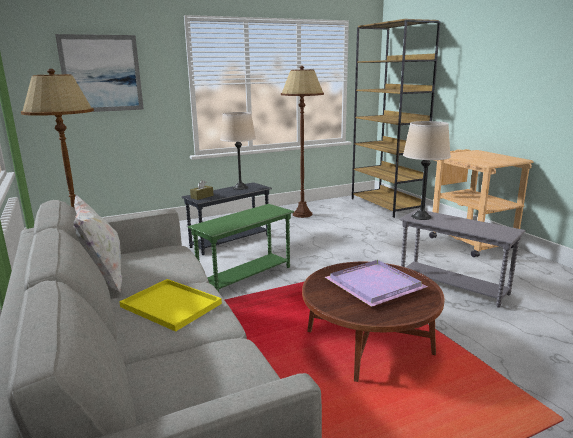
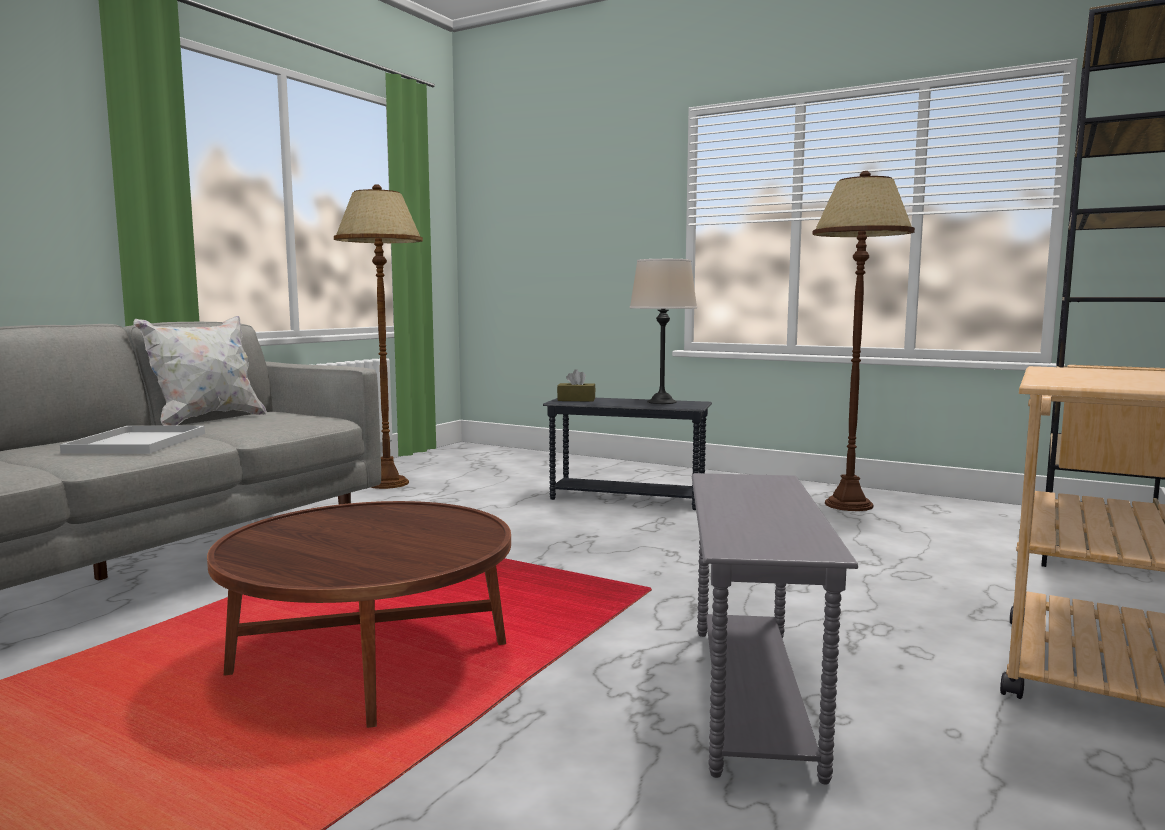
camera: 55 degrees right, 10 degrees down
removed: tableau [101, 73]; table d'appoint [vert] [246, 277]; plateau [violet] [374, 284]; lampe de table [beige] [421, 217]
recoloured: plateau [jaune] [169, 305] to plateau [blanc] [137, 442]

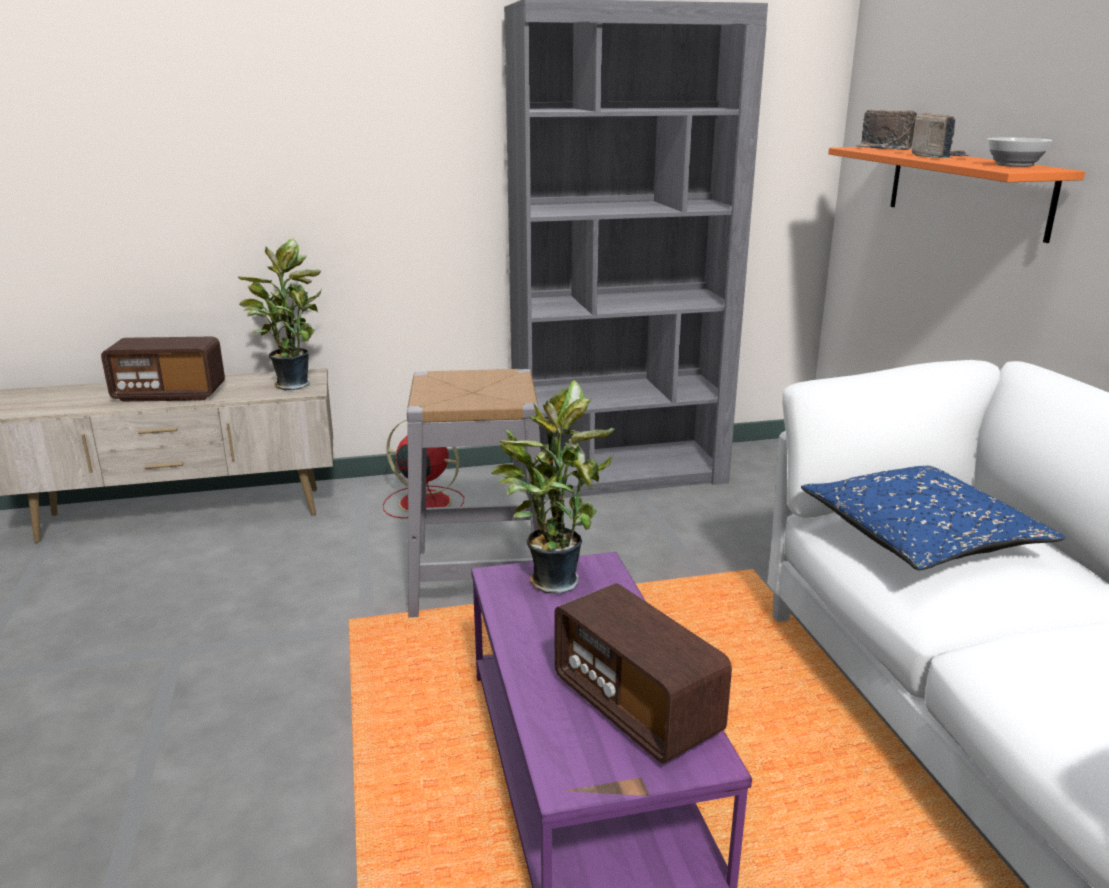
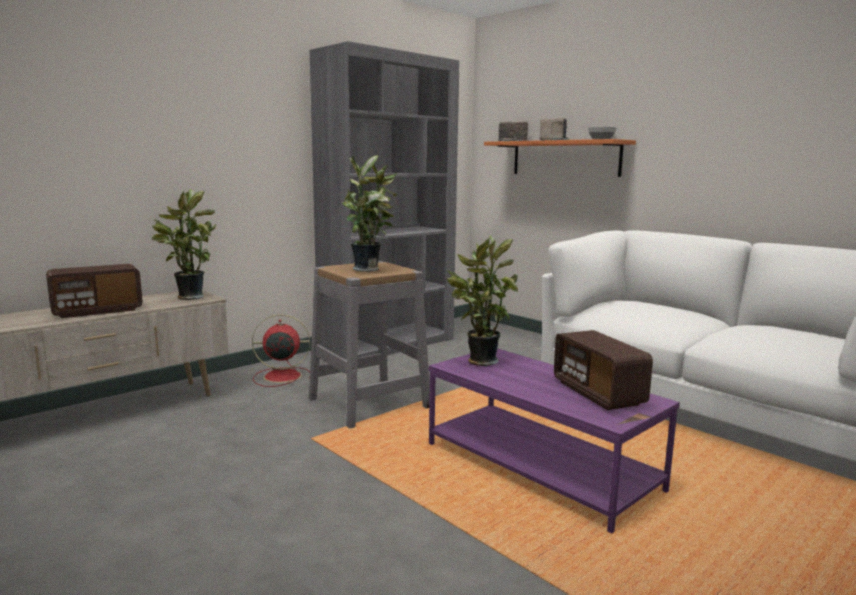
camera: 30 degrees left, 10 degrees down
removed: coussin [bleu] [920, 539]
added: plante en pot [369, 269]
turned: radio [636, 708] = [598, 393] 45 degrees clockwise

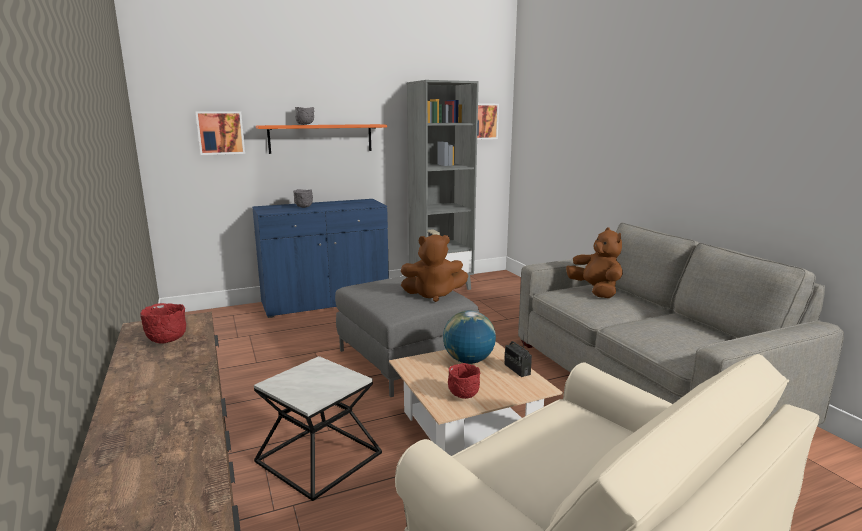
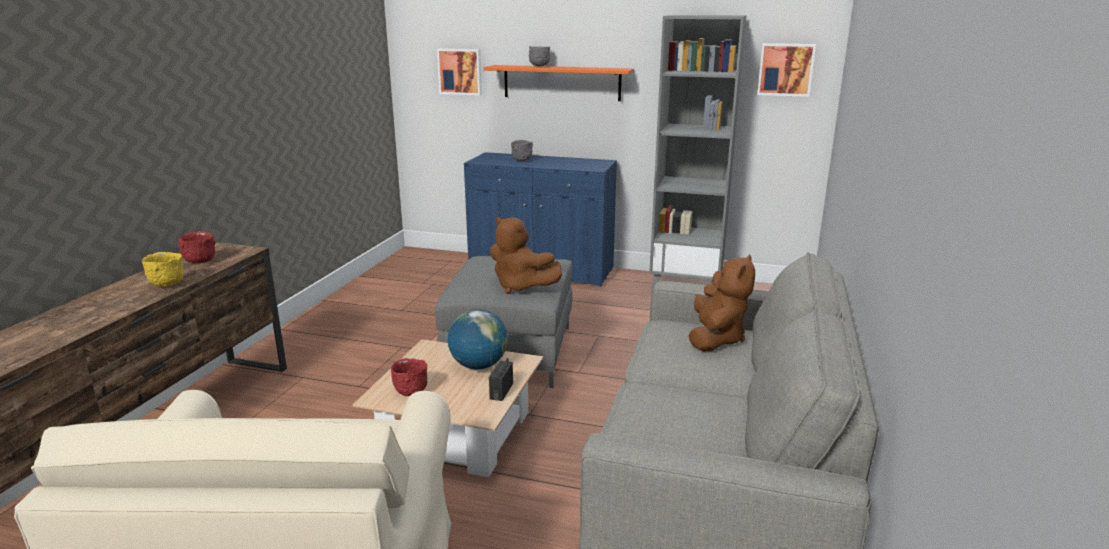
camera: 40 degrees right, 5 degrees up
removed: table d'appoint [319, 457]
added: bol [jaune] [167, 285]

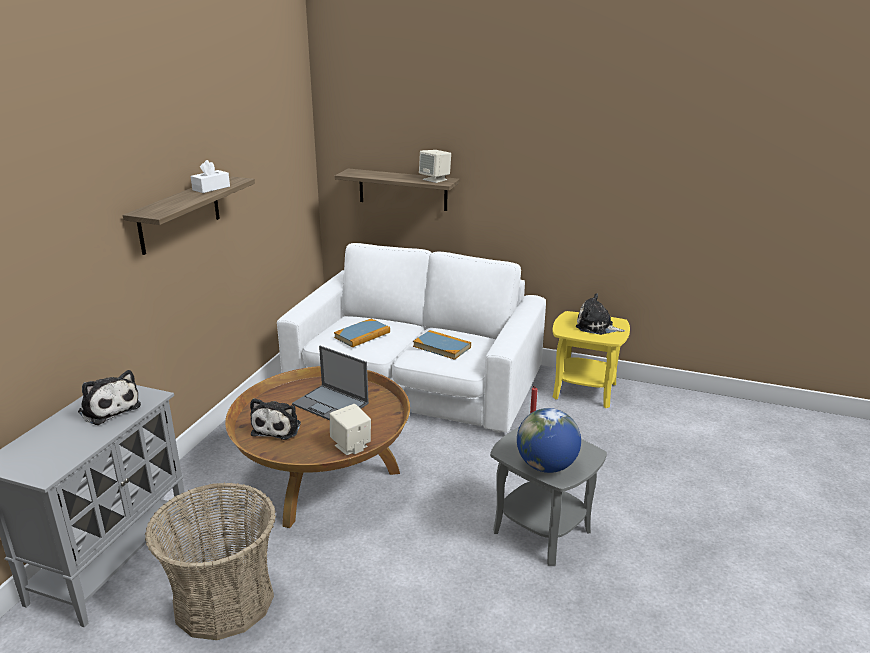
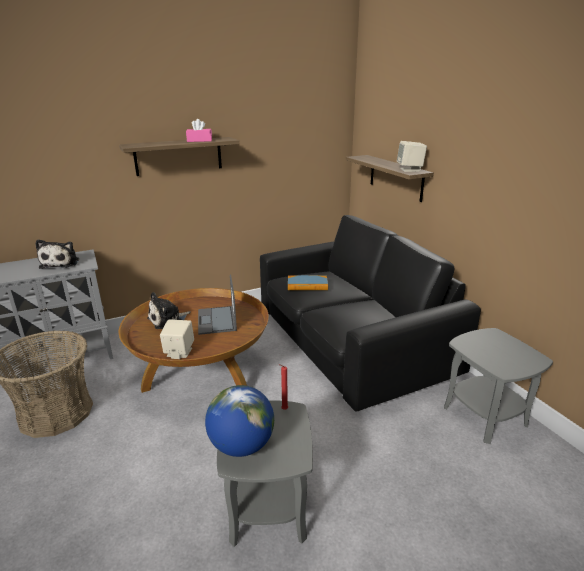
camera: 45 degrees right, 0 degrees up
removed: livre [442, 347]; peluche [596, 327]
recoloured: boîte à mouchoirs [blanc] [211, 188] to boîte à mouchoirs [rose] [199, 140]; canapé [blanc] [415, 381] to canapé [noir] [350, 340]; table d'appoint [jaune] [584, 390] to table d'appoint [gris] [485, 415]

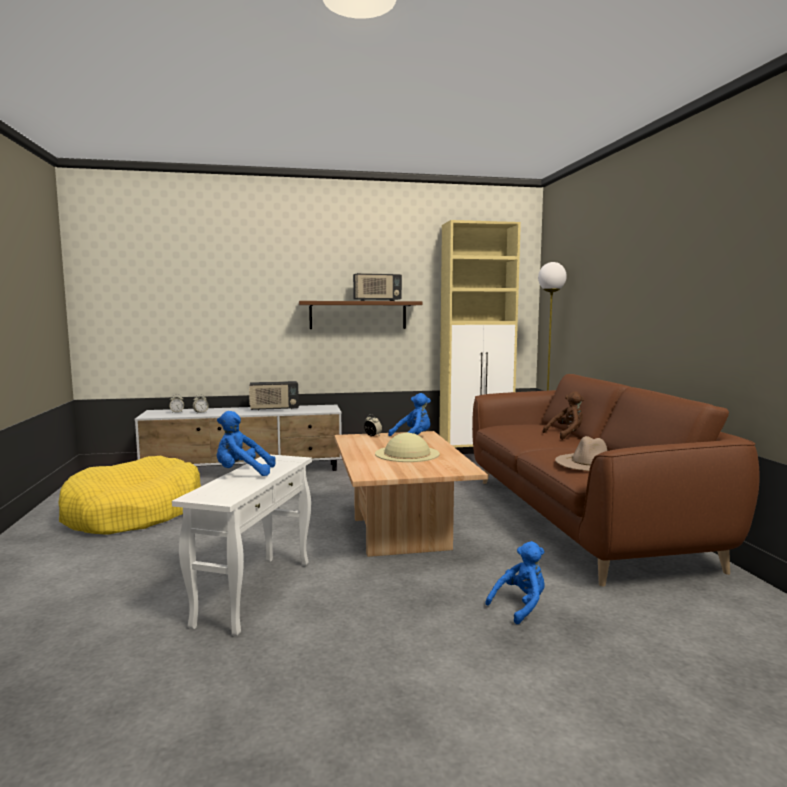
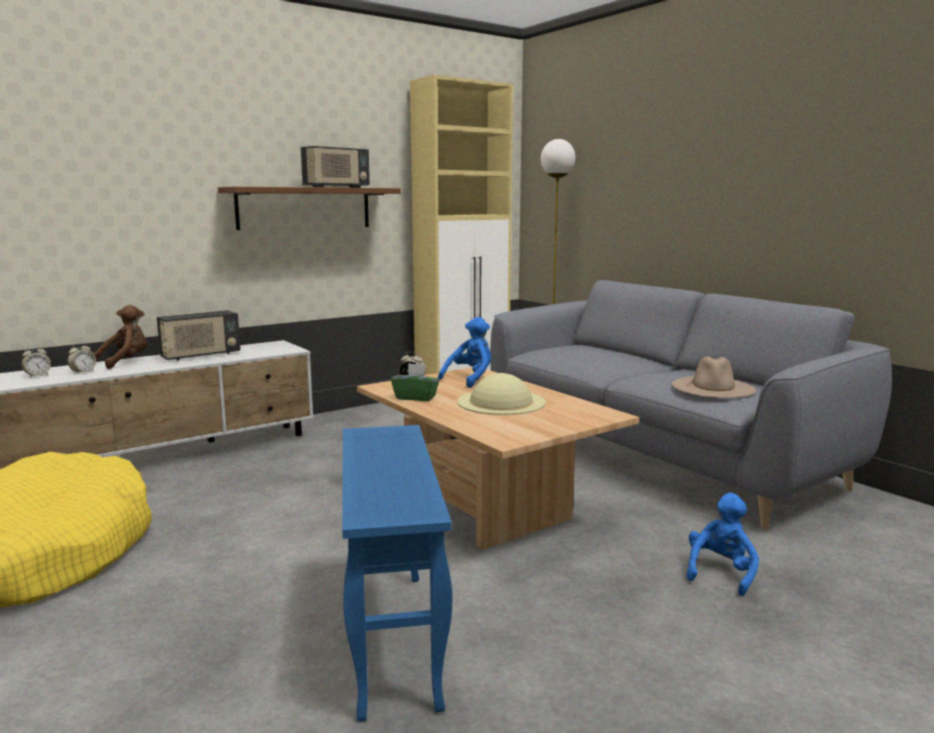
camera: 25 degrees left, 5 degrees up
removed: peluche [bleu] [242, 473]
added: boîte à mouchoirs [vert] [416, 397]
moved: peluche [marron] [567, 435] to [125, 362]
recoloured: table d'appoint [blanc] [254, 593] to table d'appoint [bleu] [392, 639]; canapé [marron] [579, 519] to canapé [gris] [658, 454]

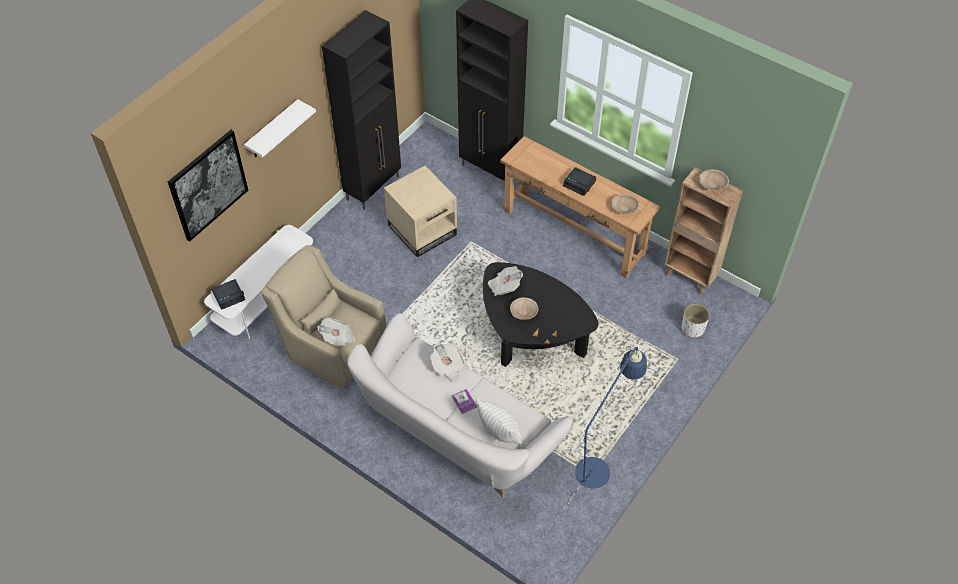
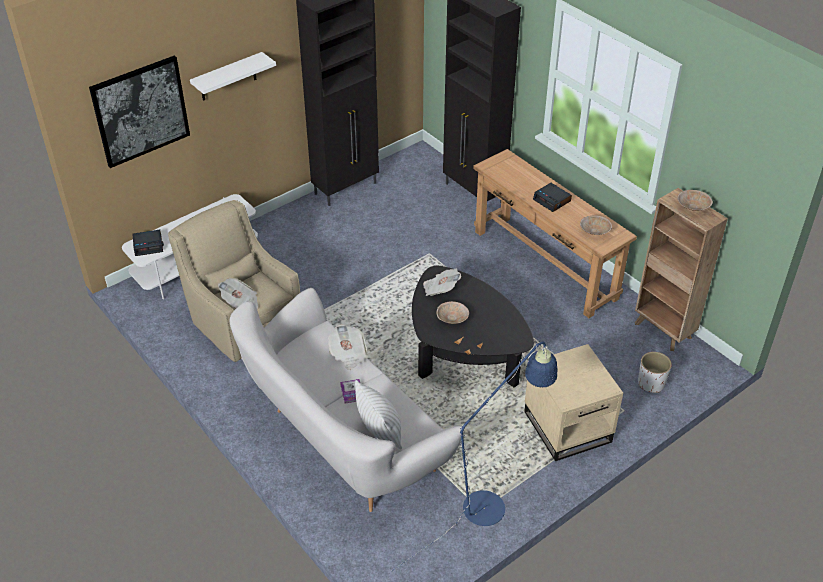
camera: 15 degrees right, 10 degrees down
moved: table d'appoint [beige] [422, 229] to [568, 426]

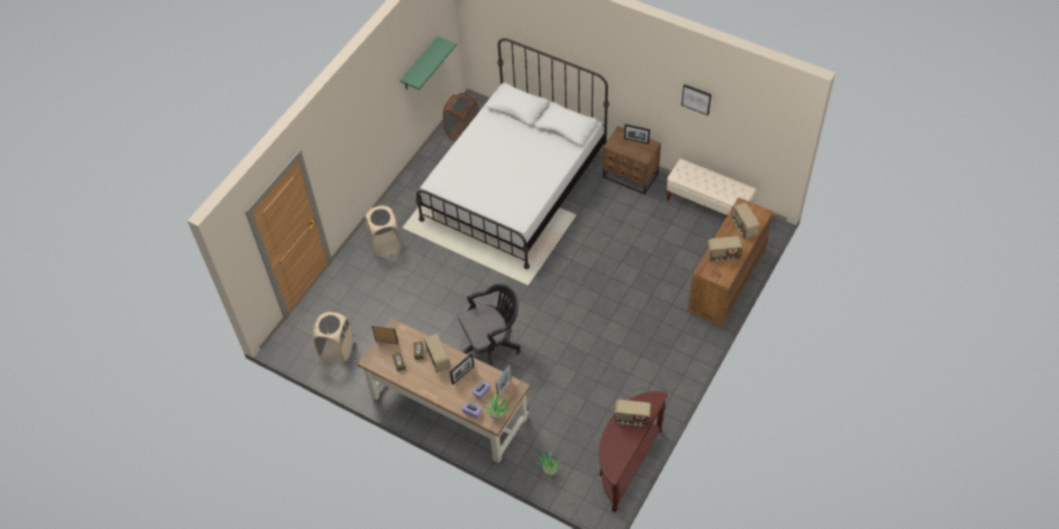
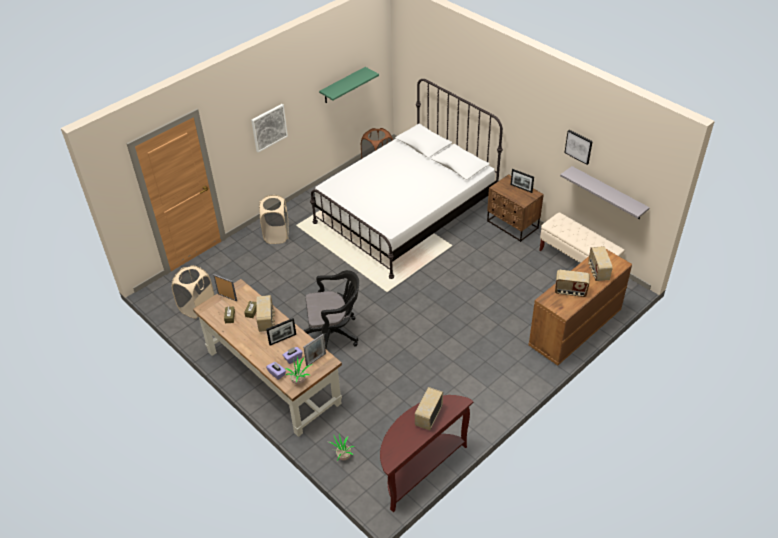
camera: 15 degrees right, 10 degrees down
added: tableau [269, 127]; étagère [gris] [608, 193]
turned: radio [632, 419] = [428, 416] 90 degrees clockwise

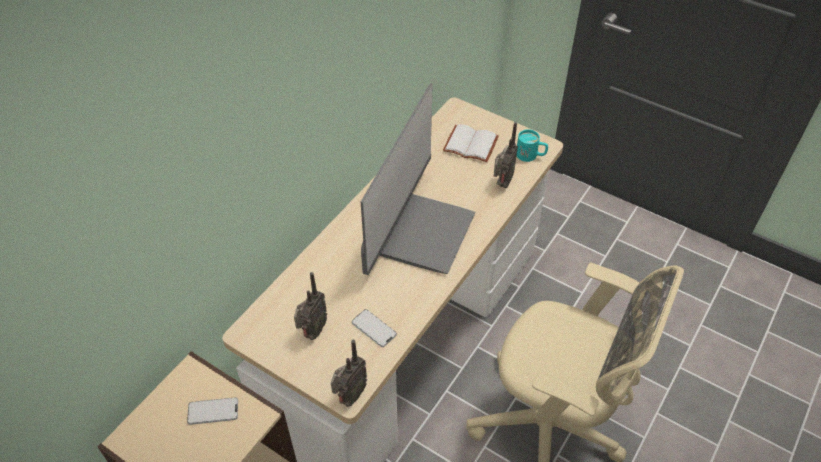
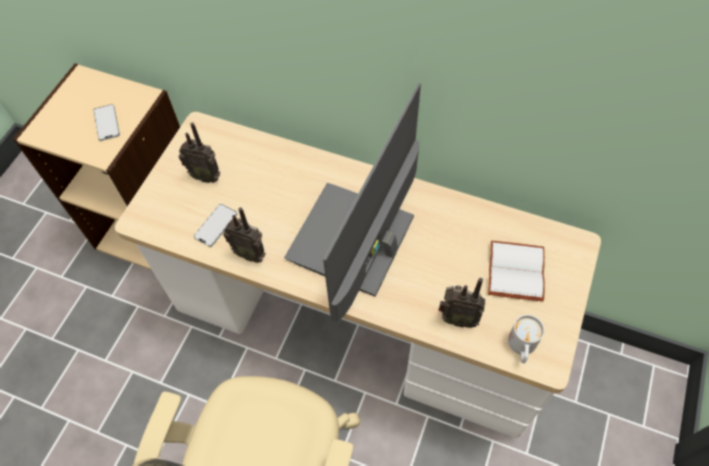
camera: 80 degrees right, 10 degrees up
moved: radio [349, 396] to [250, 253]
recoloured: mug [turquoise] [531, 156] to mug [blanc] [521, 347]
turned: écran d'ordinateur [418, 231] = [354, 240] 105 degrees clockwise

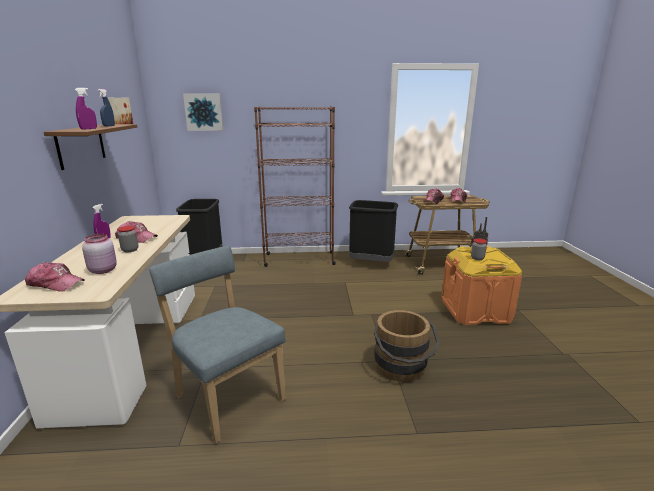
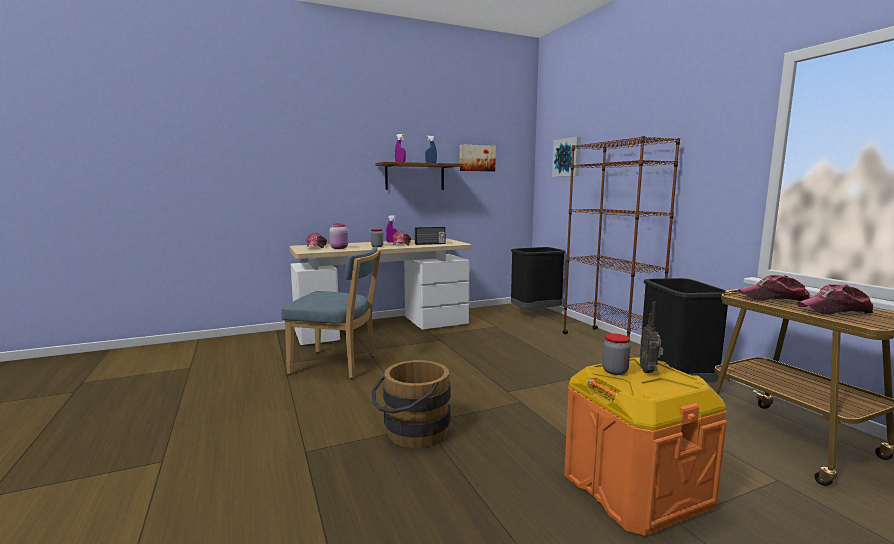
camera: 70 degrees right, 10 degrees down
added: radio [430, 244]
turned: chaise [bleu] [227, 395] = [337, 365] 75 degrees clockwise

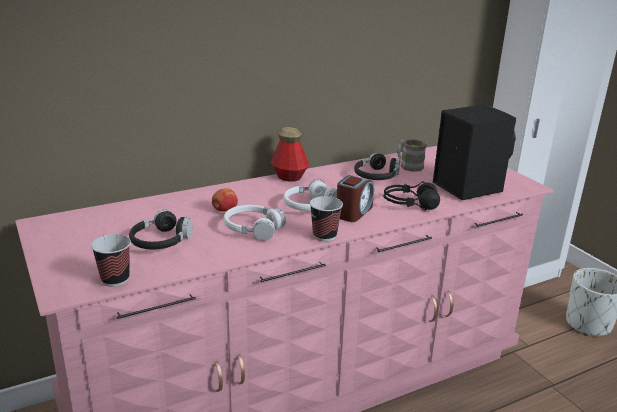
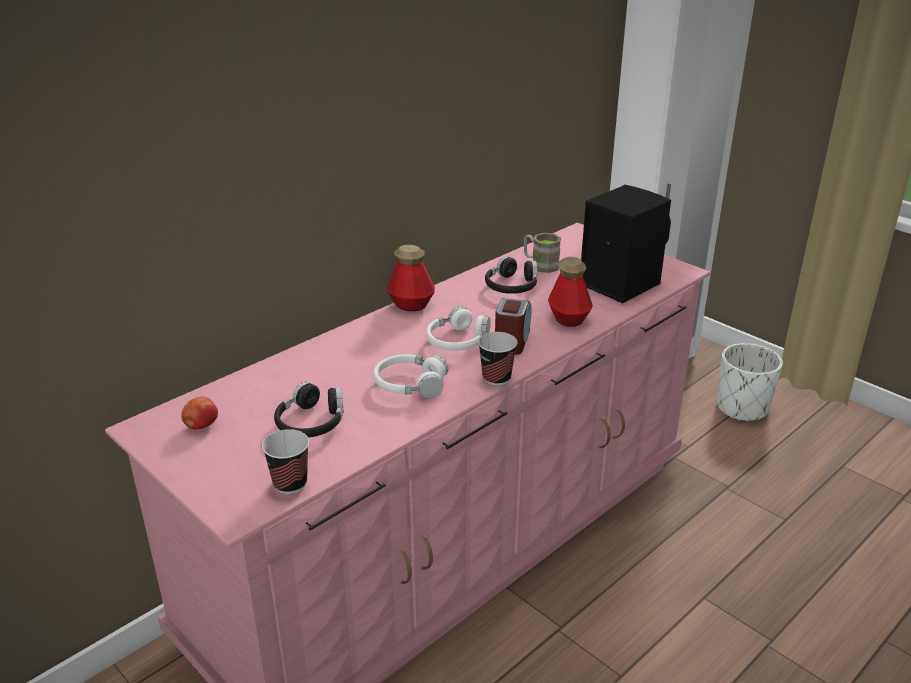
camera: 15 degrees left, 5 degrees up
moved: pomme [224, 210] to [201, 426]
replaced: casque audio [noir] [410, 204] to bouteille [569, 319]

